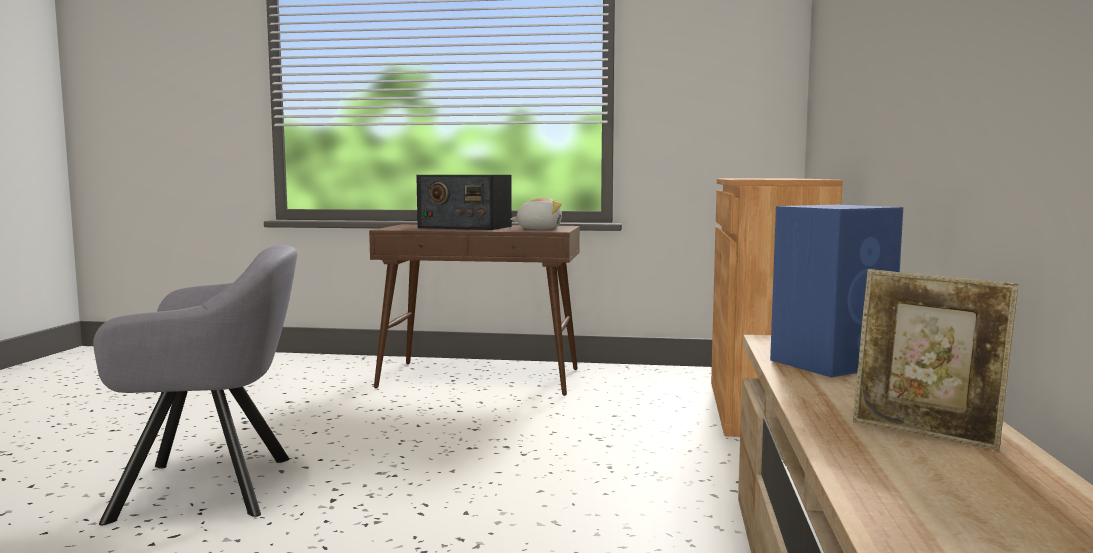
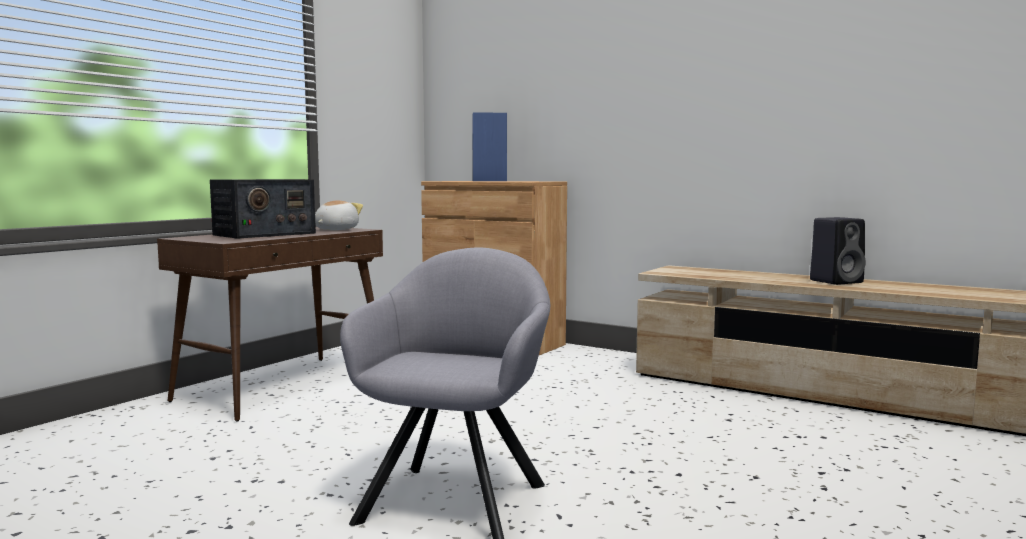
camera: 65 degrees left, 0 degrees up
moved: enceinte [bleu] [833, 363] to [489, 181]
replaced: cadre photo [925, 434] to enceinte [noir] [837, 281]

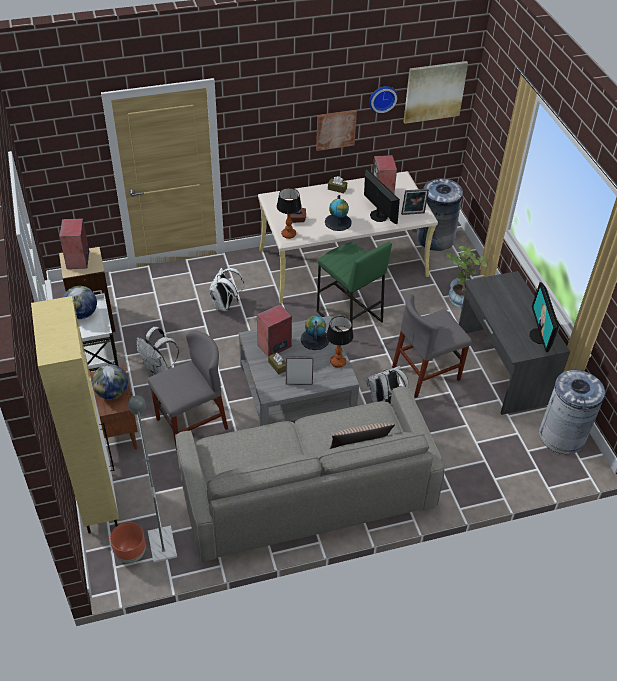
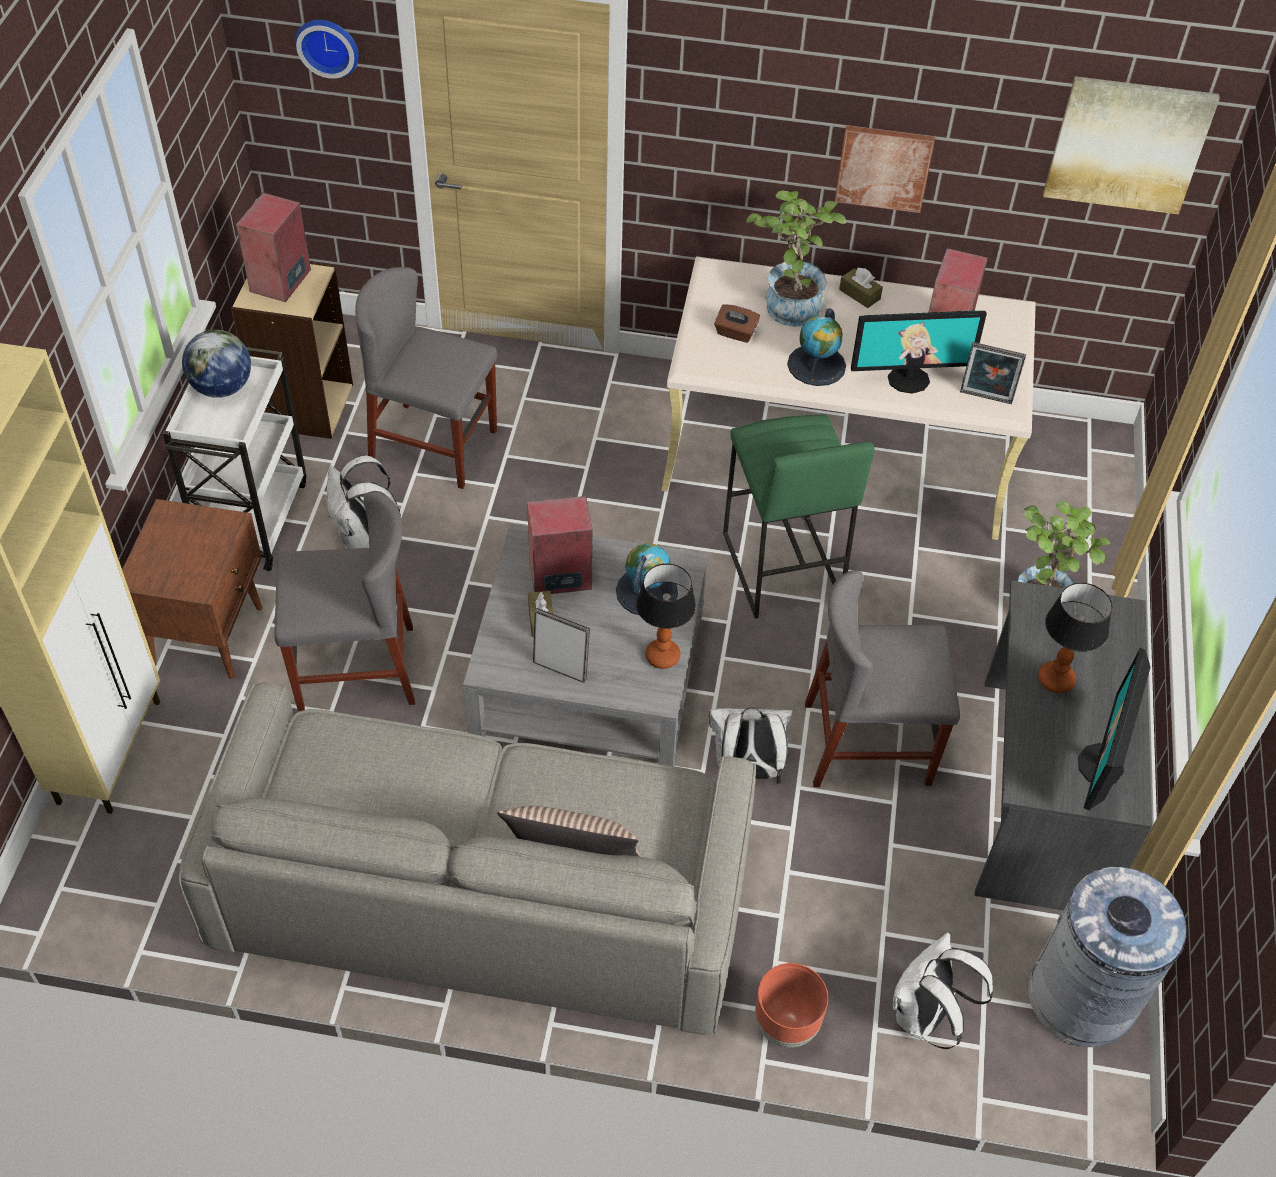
camera: 25 degrees right, 5 degrees up
removed: globe [112, 393]; lampadaire [gris] [160, 538]; poubelle [gris] [435, 239]
added: chaise [gris] [433, 446]; plante en pot [788, 302]
moved: horloge murale [382, 98] to [328, 45]; cache-pot [marron] [130, 554] to [785, 1025]; sac à dos [blanc] [225, 305] to [925, 1017]; lampe de table [288, 234] to [1055, 679]
turned: écran d'ordinateur [378, 216] = [908, 379] 90 degrees clockwise

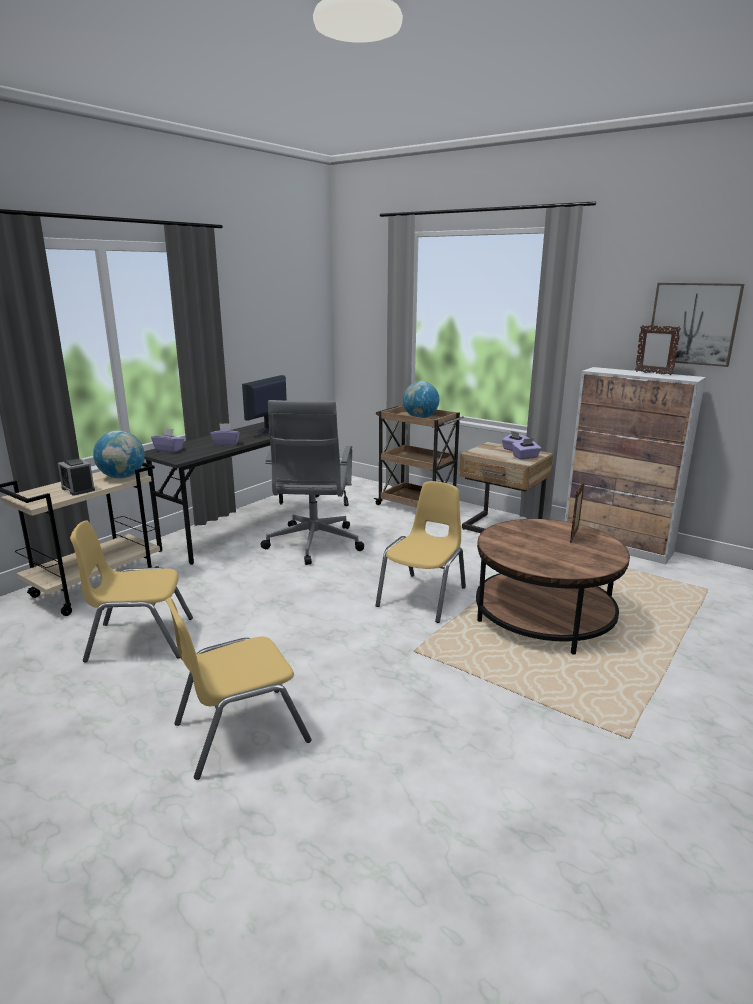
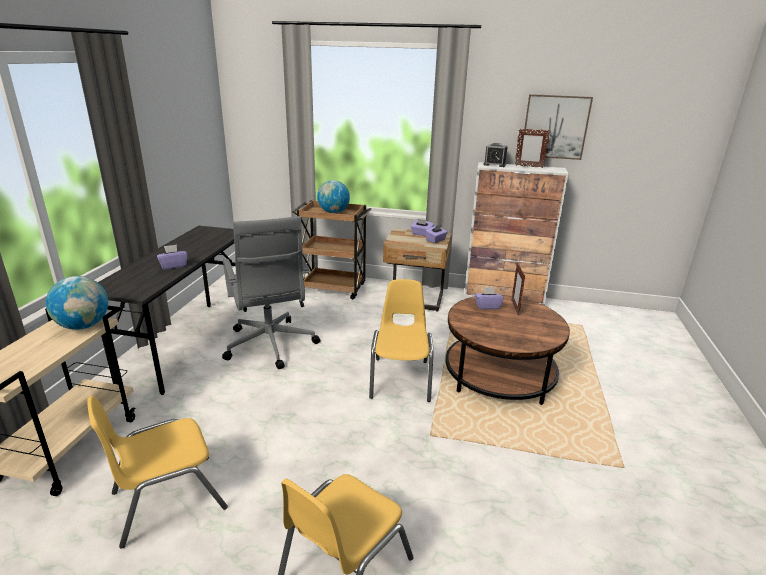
camera: 25 degrees left, 5 degrees up
removed: écran d'ordinateur [267, 430]
moved: boîte à mouchoirs [violet] [169, 450] to [487, 306]; réveil [78, 489] to [494, 164]

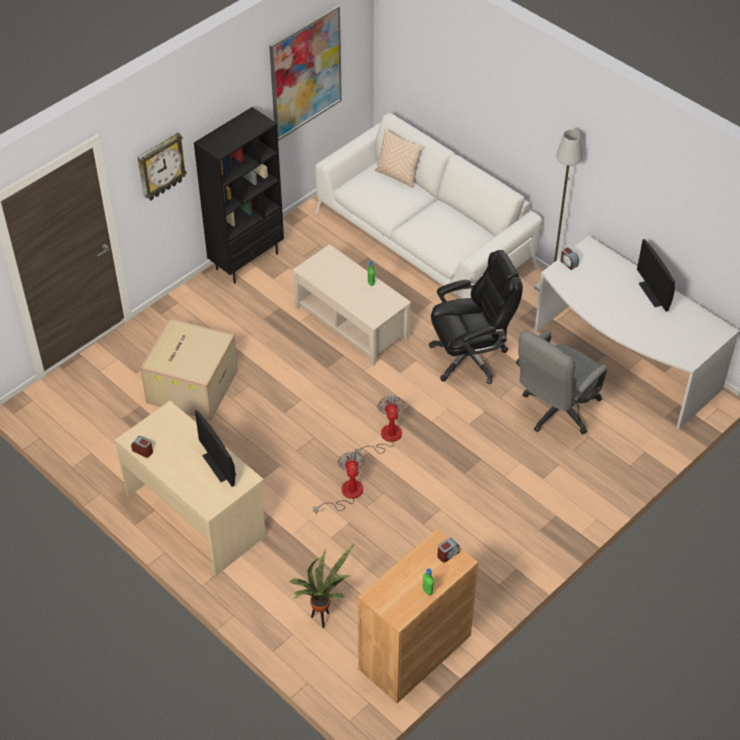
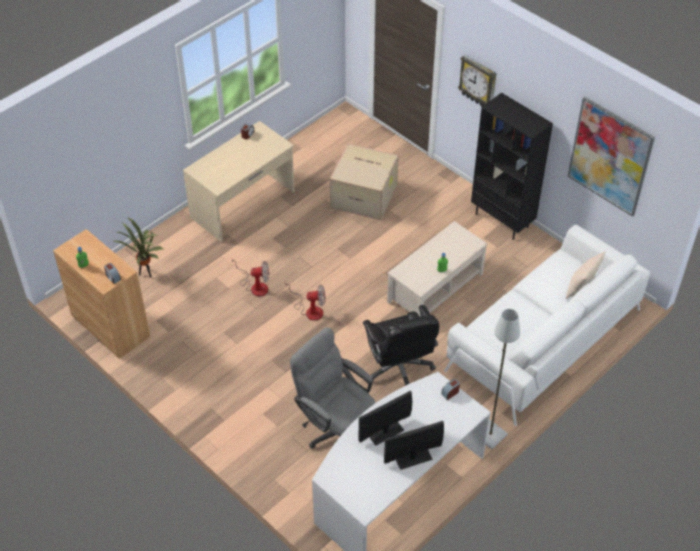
camera: 90 degrees right, 0 degrees up
moved: écran d'ordinateur [219, 465] to [385, 432]

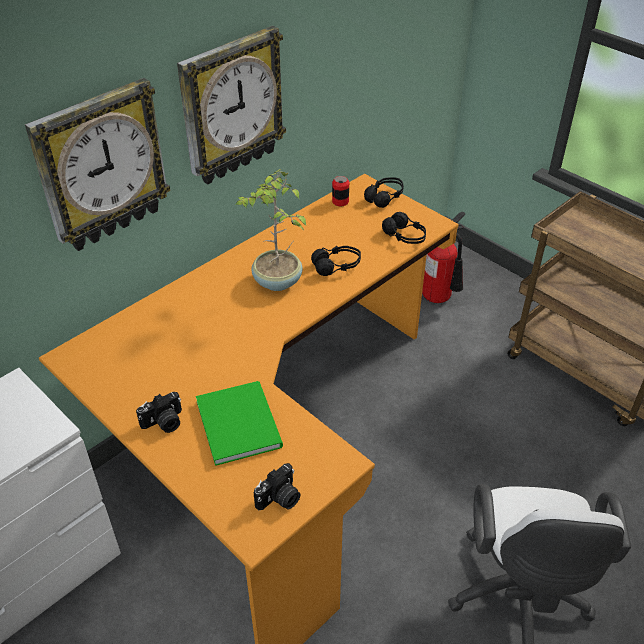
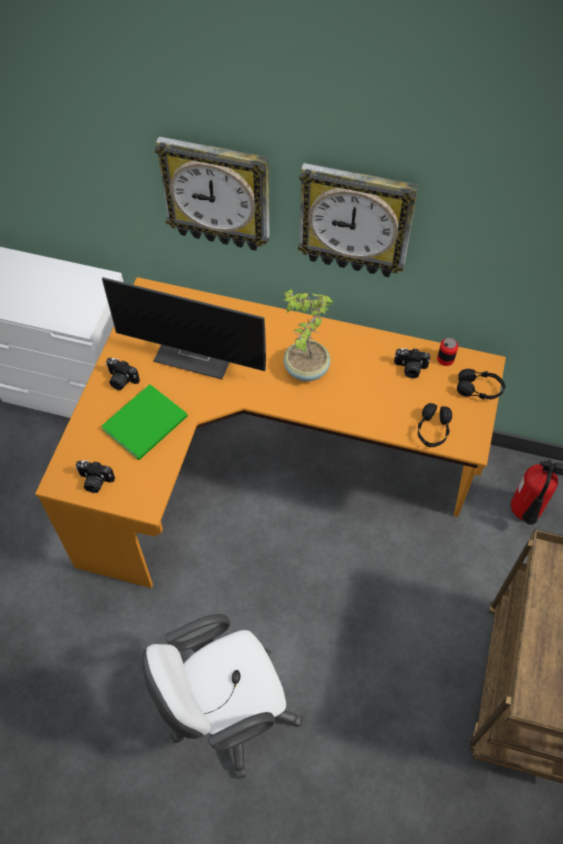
camera: 60 degrees right, 15 degrees up
removed: casque audio [noir] [337, 266]
added: écran d'ordinateur [198, 353]; appareil photo [410, 369]

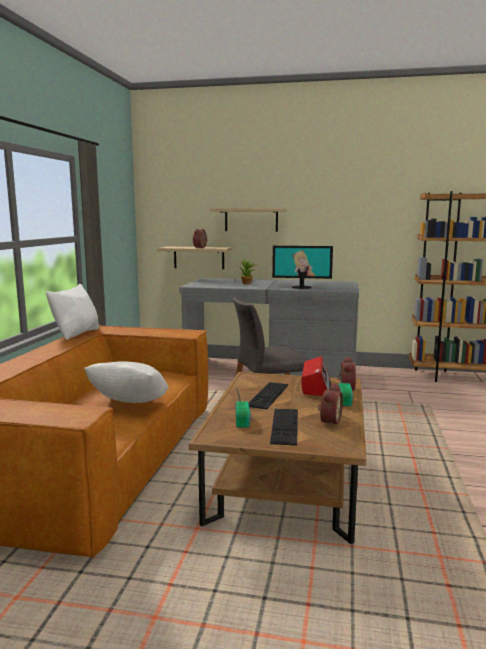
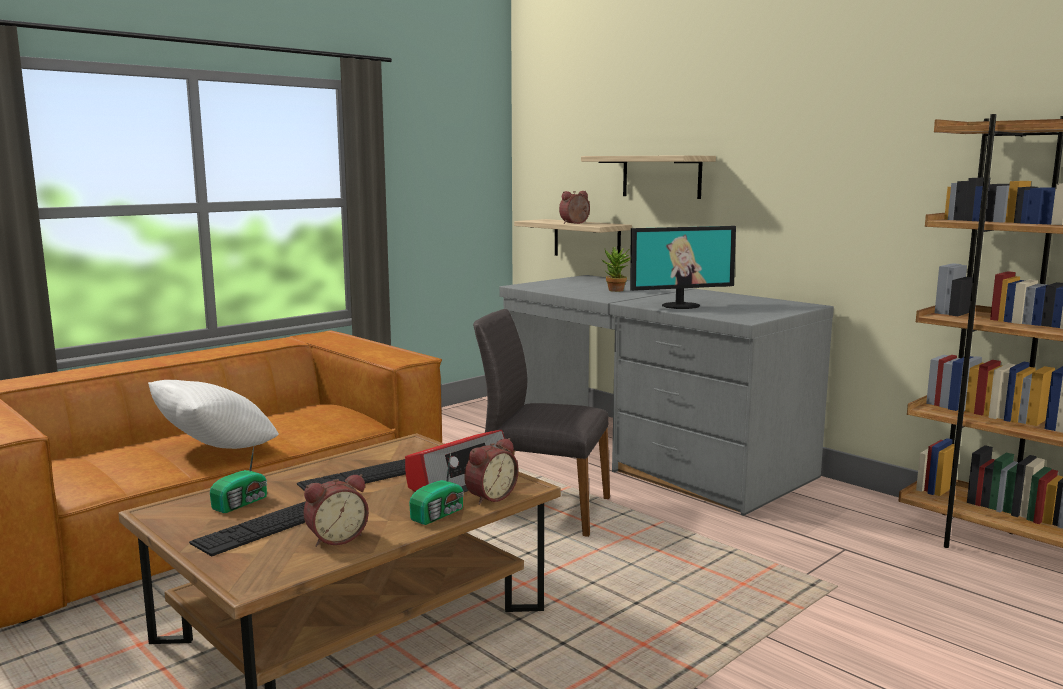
camera: 35 degrees right, 0 degrees up
removed: coussin [blanc] [76, 333]
turned: écran d'ordinateur [301, 287] = [680, 305] 60 degrees counterclockwise

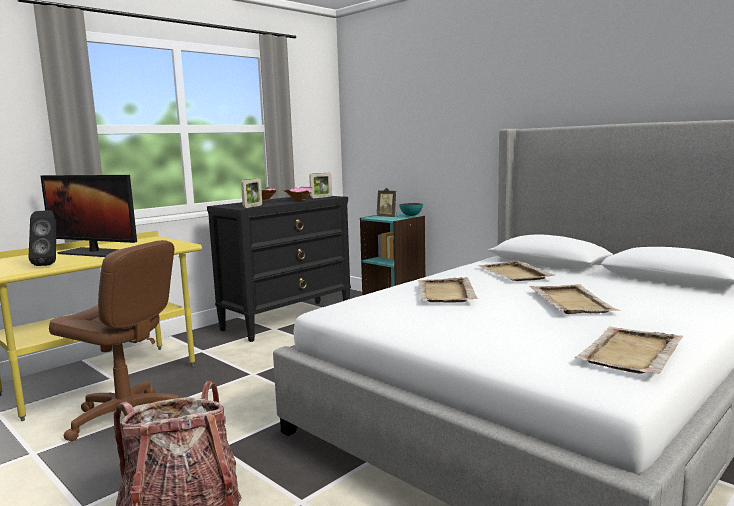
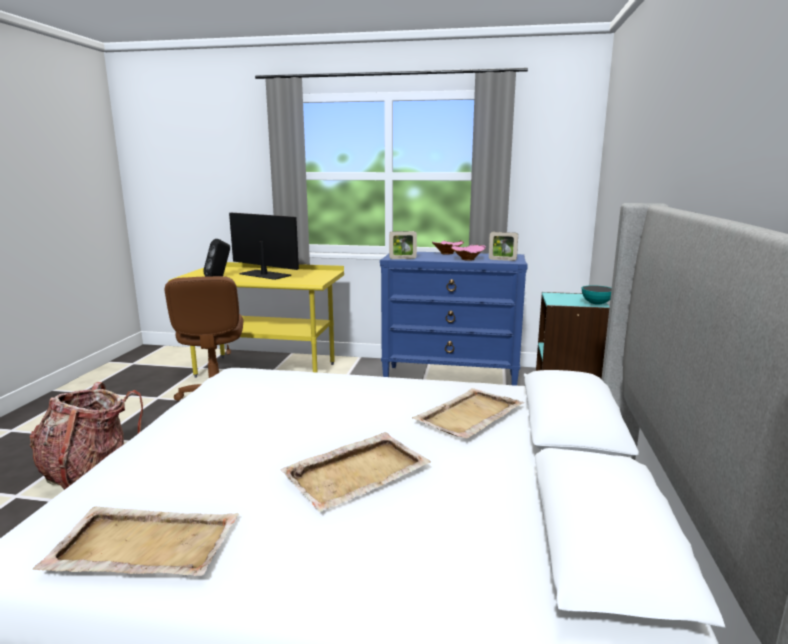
camera: 55 degrees right, 5 degrees up
removed: cadre photo [387, 217]; plateau [beige] [445, 293]
recoloured: commode [noir] [287, 320] to commode [bleu] [451, 379]
turned: écran d'ordinateur [93, 252] = [265, 275] 135 degrees clockwise

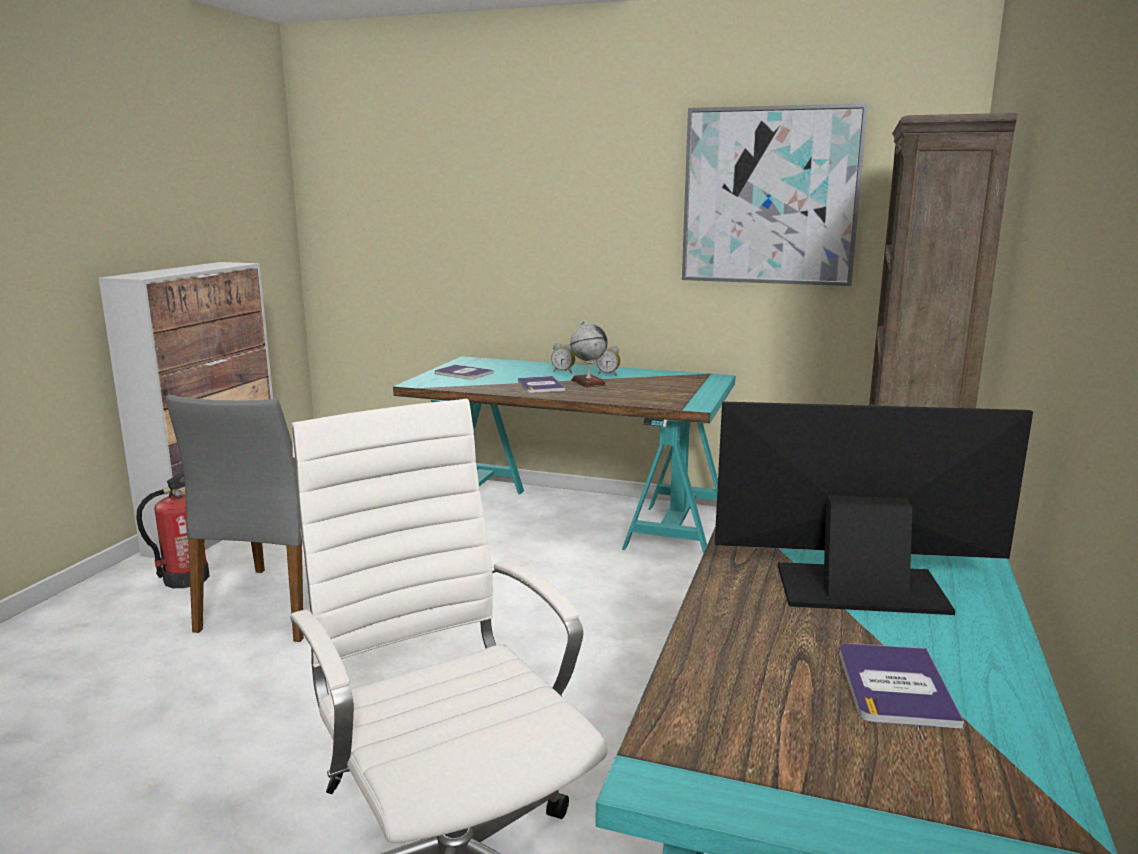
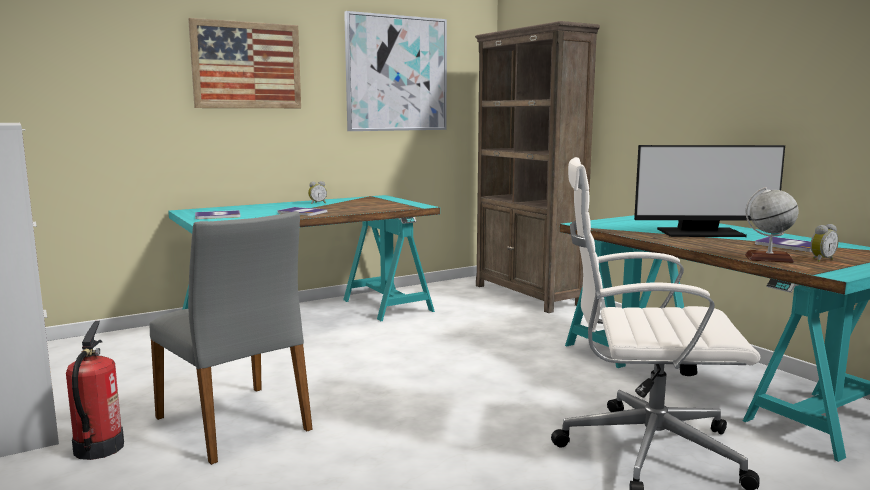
camera: 50 degrees left, 5 degrees down
added: tableau [247, 65]
moved: globe [588, 382] to [768, 258]; réveil [563, 372] to [820, 260]
turned: écran d'ordinateur [860, 587] = [701, 233] 135 degrees counterclockwise

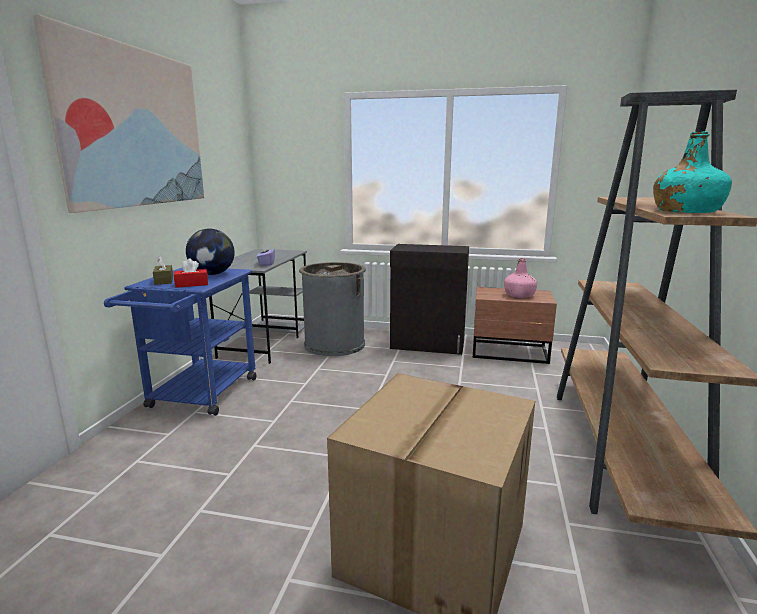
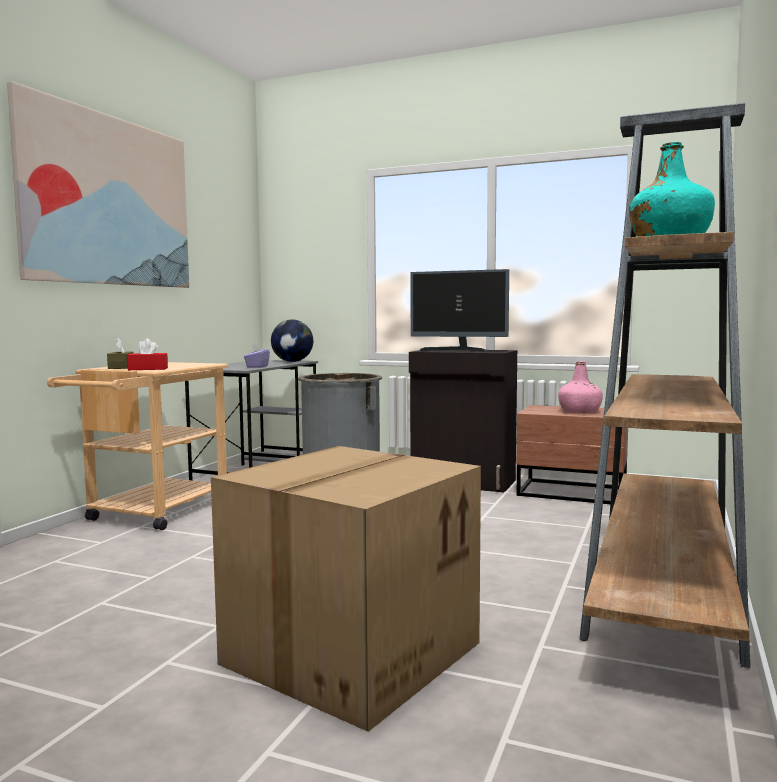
camera: 10 degrees right, 10 degrees down
added: écran d'ordinateur [459, 350]
moved: globe [212, 274] to [292, 361]
recoloured: chariot [bleu] [198, 397] to chariot [beige] [151, 514]

